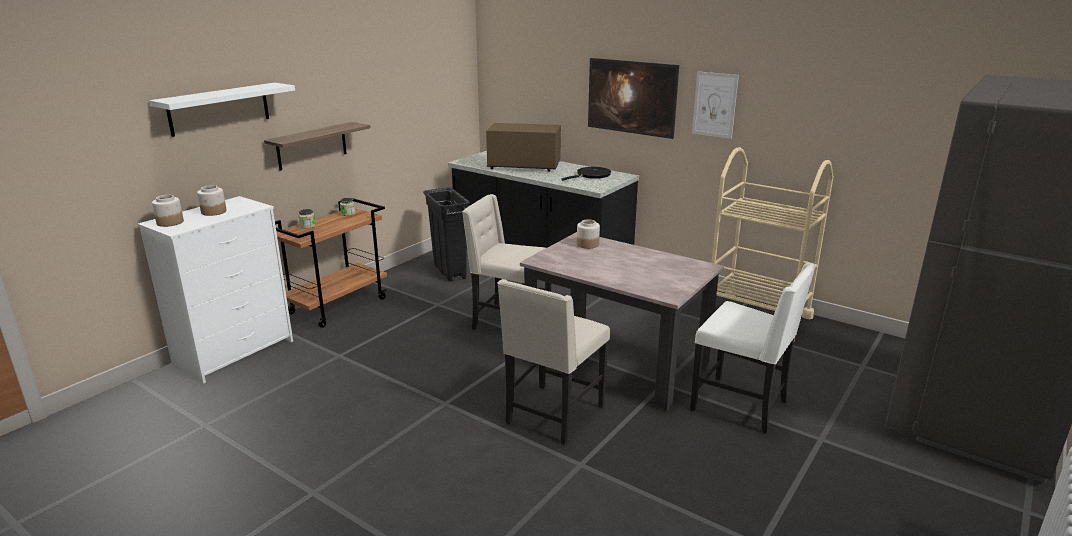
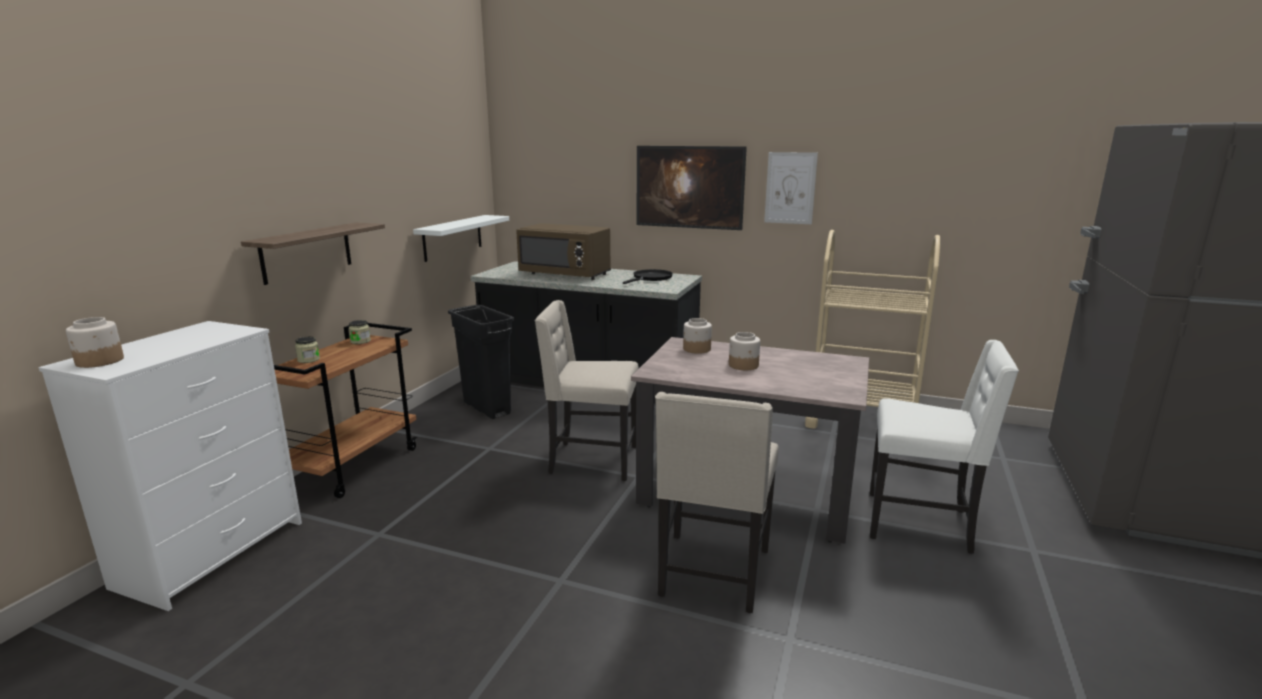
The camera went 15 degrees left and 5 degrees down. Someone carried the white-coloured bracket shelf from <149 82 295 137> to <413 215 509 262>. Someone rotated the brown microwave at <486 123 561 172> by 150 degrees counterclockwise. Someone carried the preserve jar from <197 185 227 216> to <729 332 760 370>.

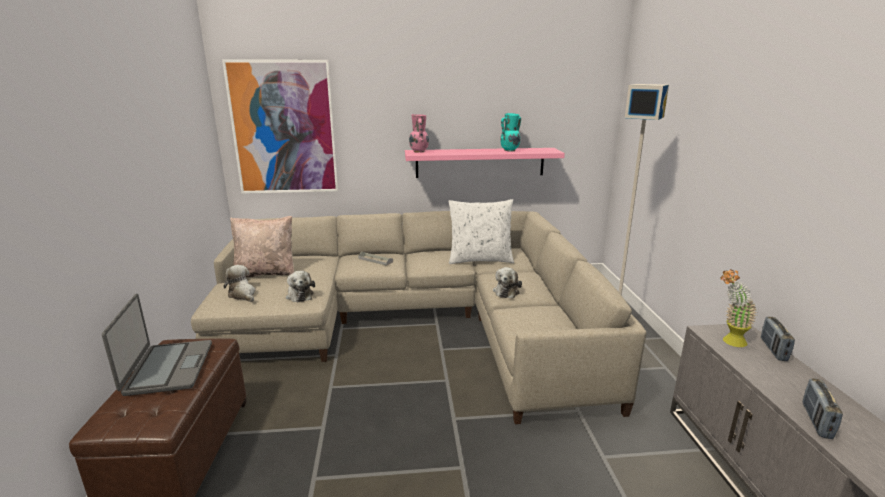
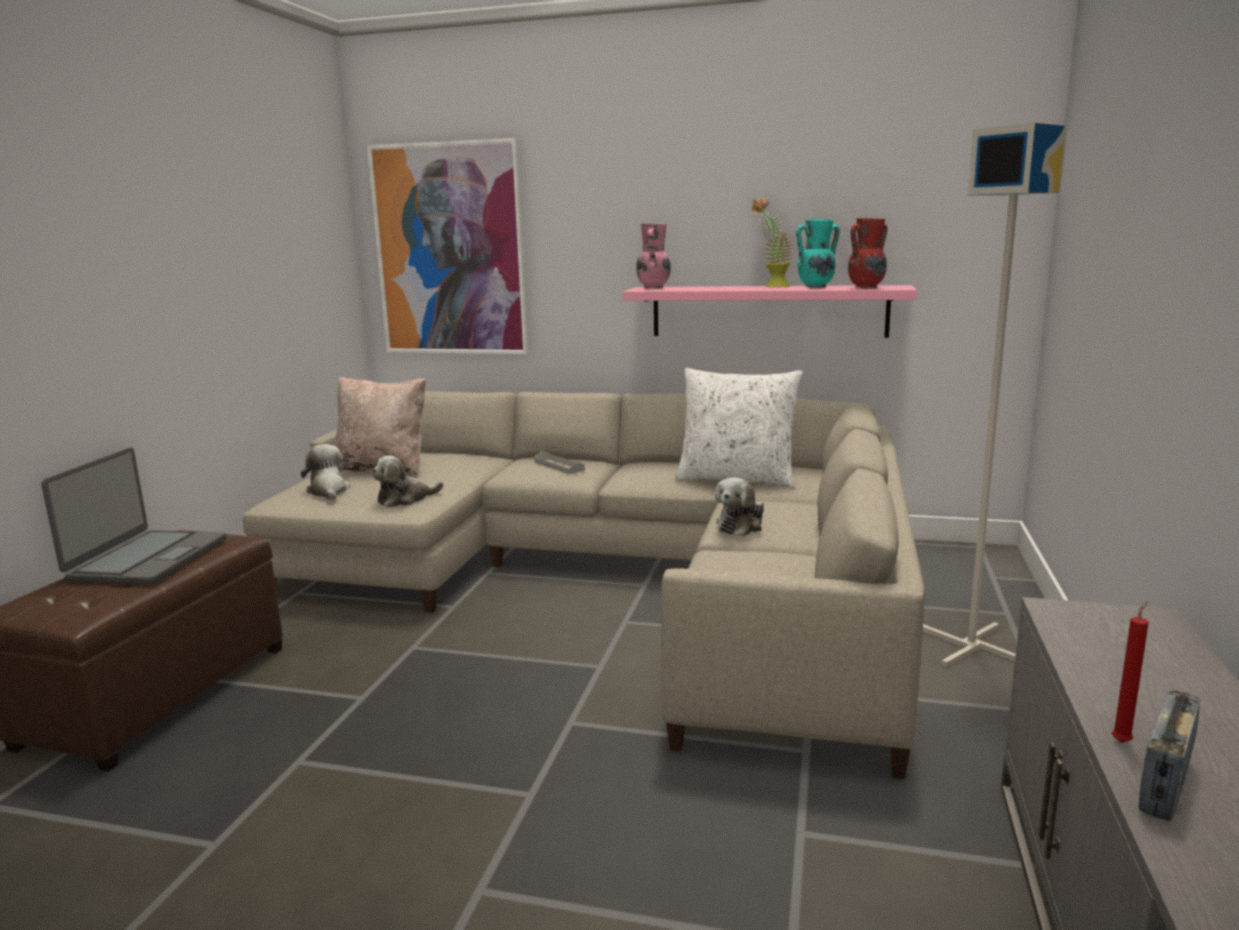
The camera went 20 degrees right and 5 degrees down. Someone rotated the soft toy at <286 271 315 302> by 60 degrees clockwise. Someone carried the plant in a pot from <720 269 757 347> to <752 198 793 287>. Someone put down the red-coloured flower vase at <848 218 888 288>. Someone put down the red-coloured candle at <1112 601 1149 743>. Someone took away the radio at <761 317 795 361>.

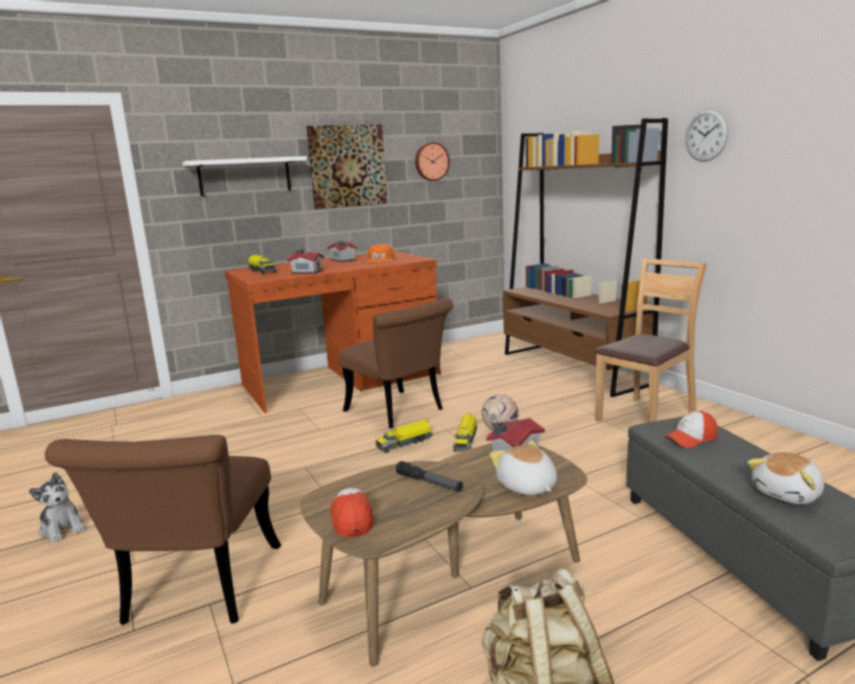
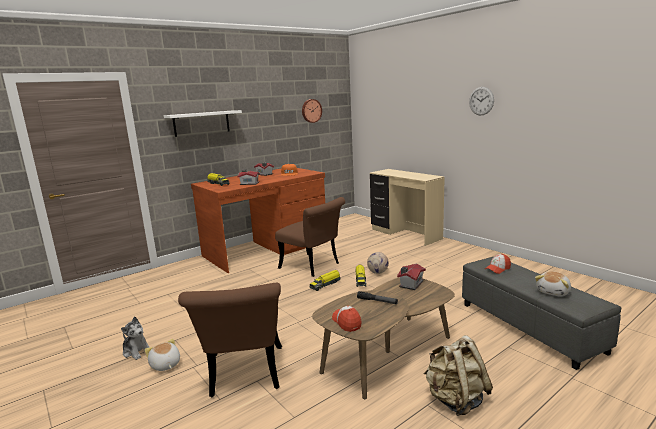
The camera went 10 degrees left and 0 degrees up. Someone carried the soft toy from <490 440 557 495> to <145 339 180 371>. Someone swapped the brown bookcase at <503 118 668 397> for the beige-coloured desk unit at <370 169 445 246>. Someone took away the picture at <306 124 387 209>. Someone took away the brown plain chair at <595 258 707 423>.

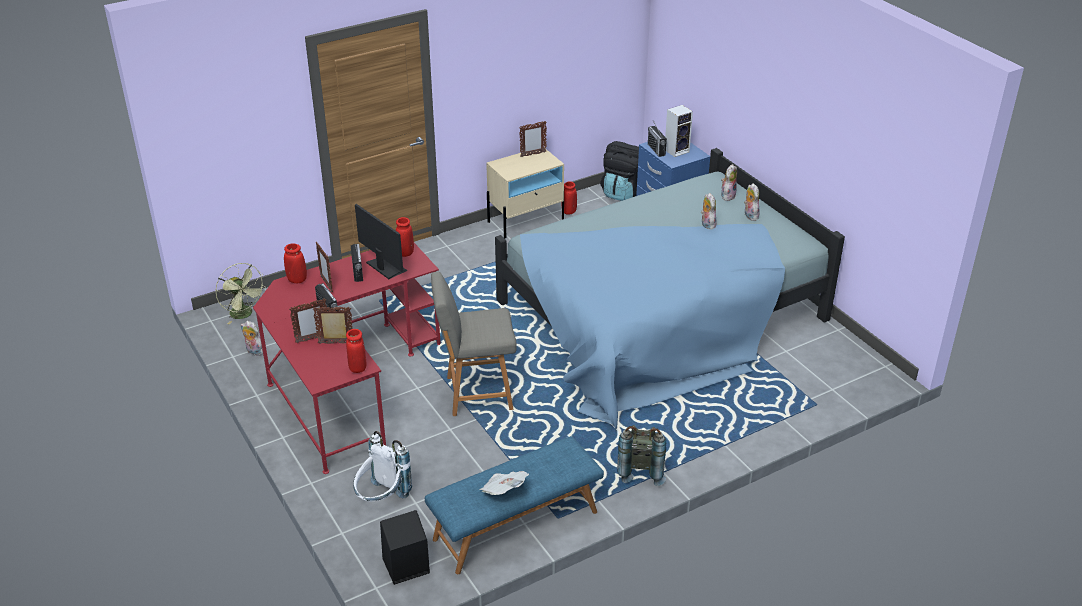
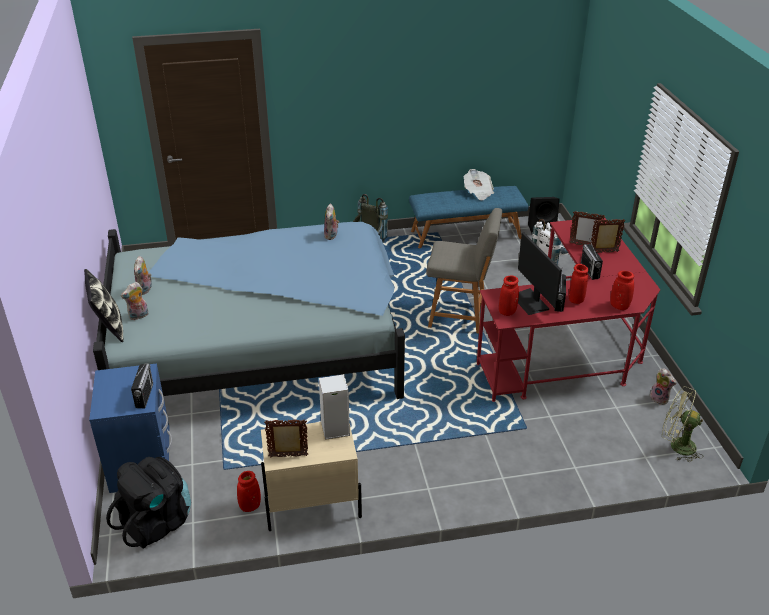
The camera went 160 degrees left and 0 degrees up. Someone put down the pillow at <84 269 124 342>. Someone carried the audio speaker from <665 105 693 157> to <319 374 350 440>. Someone carried the soft toy from <701 193 717 230> to <324 204 339 240>. Someone carried the red-coloured flower vase from <346 329 366 373> to <569 264 588 304>. Someone rotated the greenish electric fan at <215 263 266 324> by 45 degrees counterclockwise. Someone took away the standing frame at <316 242 333 292>.

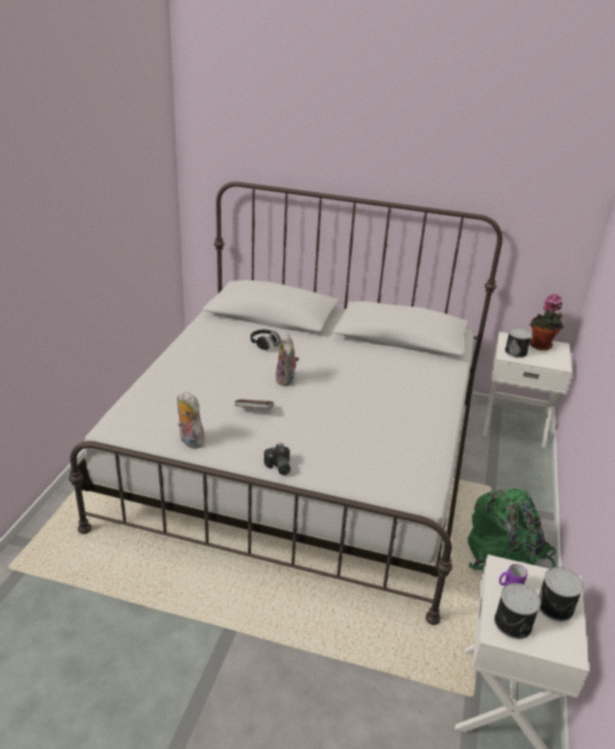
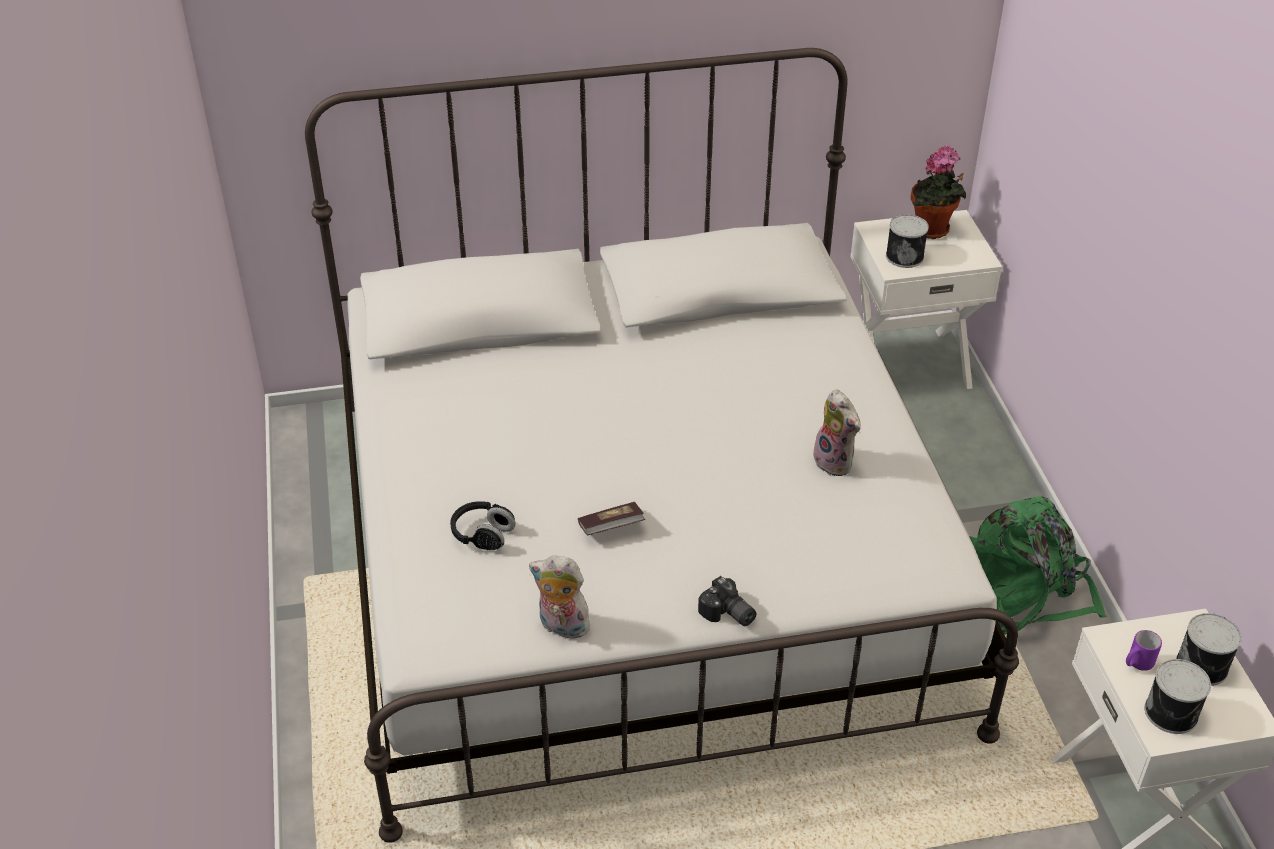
The camera went 25 degrees left and 10 degrees up. Someone carried the blackish headphones from <250 330 281 350> to <450 501 515 550>. Someone carried the soft toy from <275 334 299 386> to <810 390 861 476>.

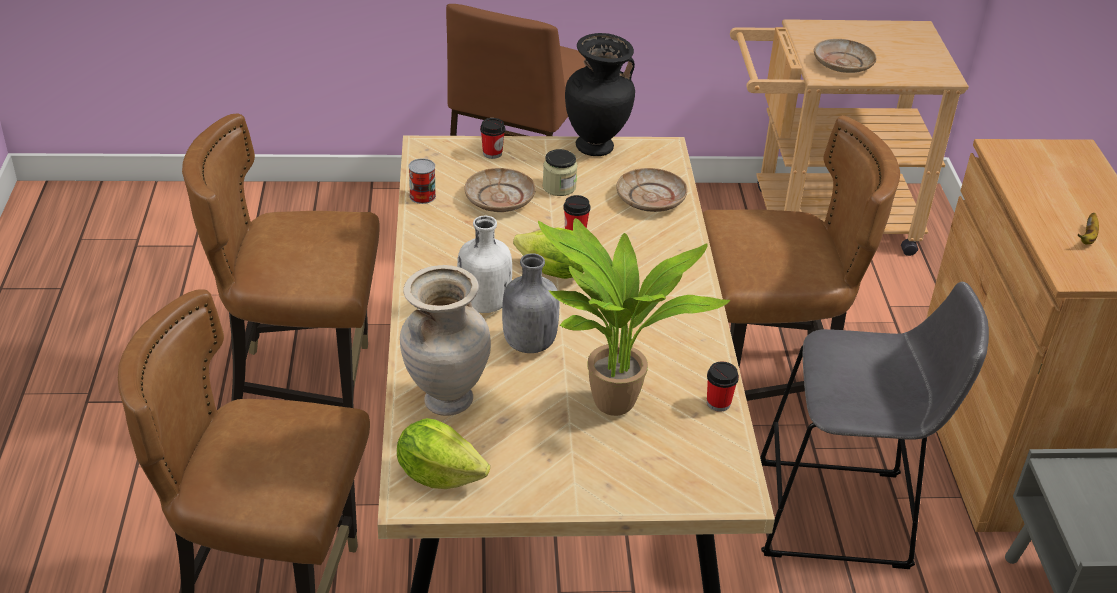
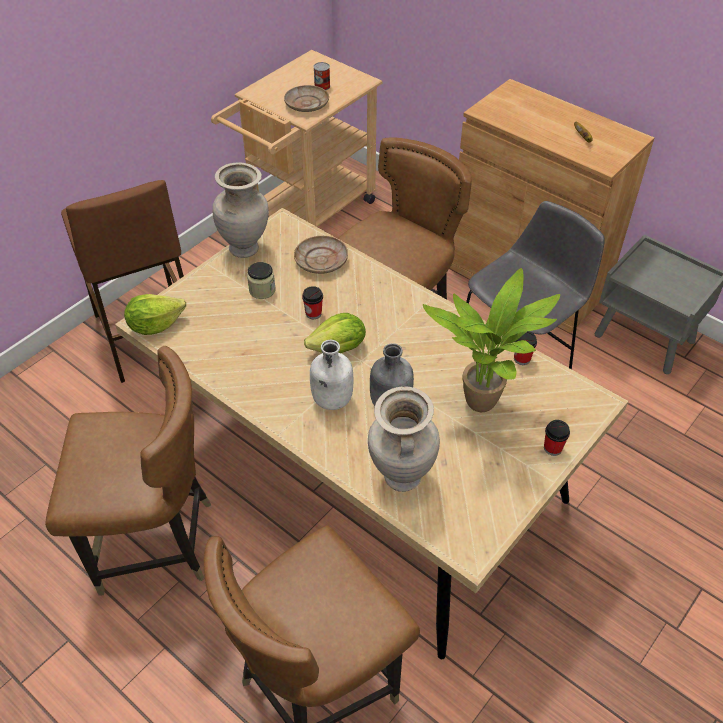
The camera went 45 degrees left and 10 degrees up. Someone rotated the brown plain chair at <182 114 380 408> by 135 degrees counterclockwise. Someone carried the head of lettuce from <397 418 490 489> to <124 294 186 335>. Someone repainted the blackish flower vase at <565 33 635 156>, which became the beige-coloured flower vase at <212 163 269 258>. Someone carried the metal can from <408 158 436 204> to <313 62 330 90>. Someone carried the cup from <480 118 505 159> to <544 420 570 456>. Someone took away the beige-coloured plate at <464 168 536 212>.

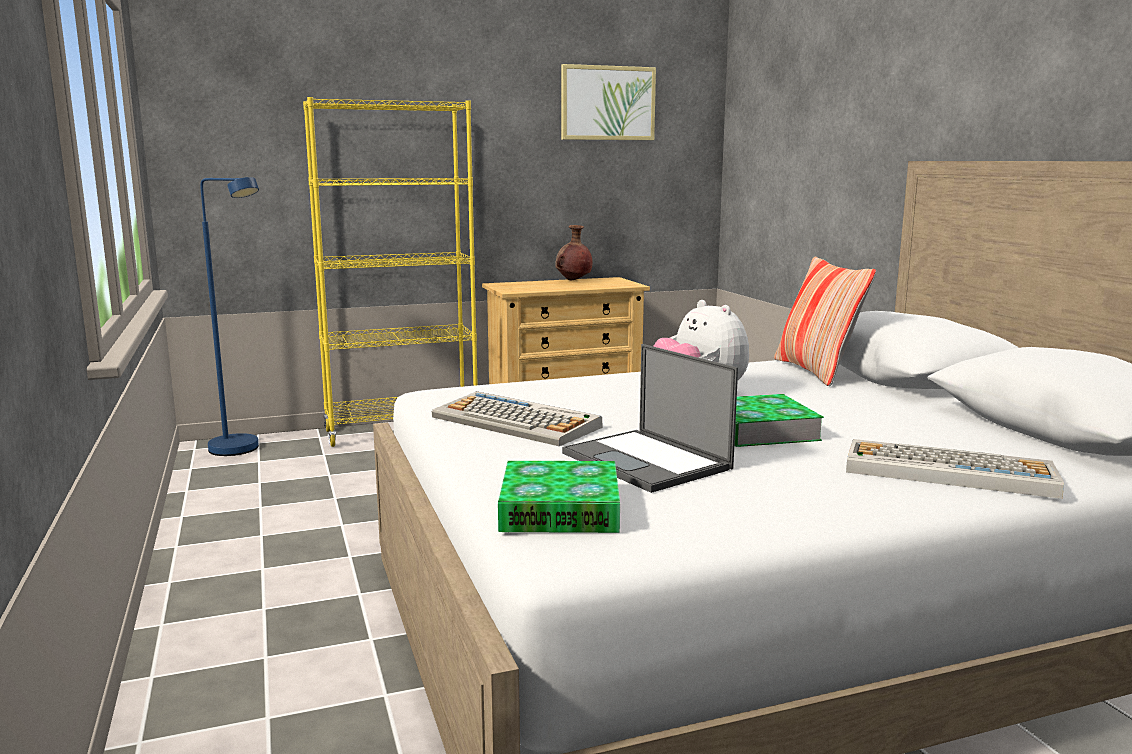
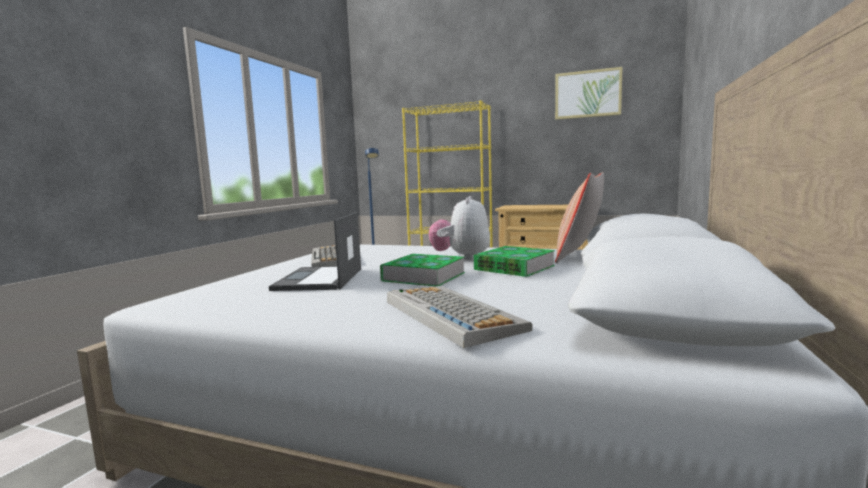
The camera went 40 degrees right and 5 degrees down. Someone carried the bound book from <498 461 620 533> to <474 246 555 277>. Someone took away the brown flower vase at <555 225 593 280>.

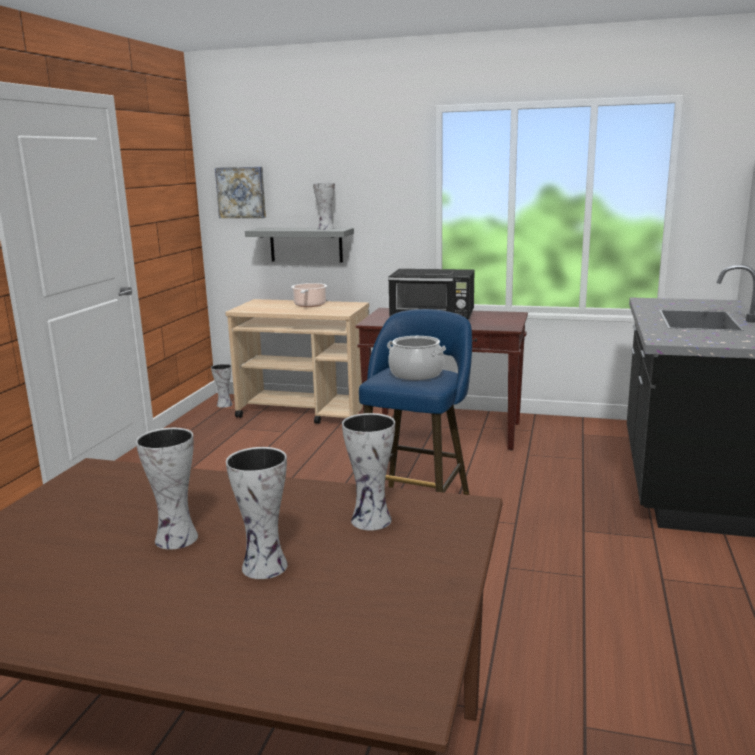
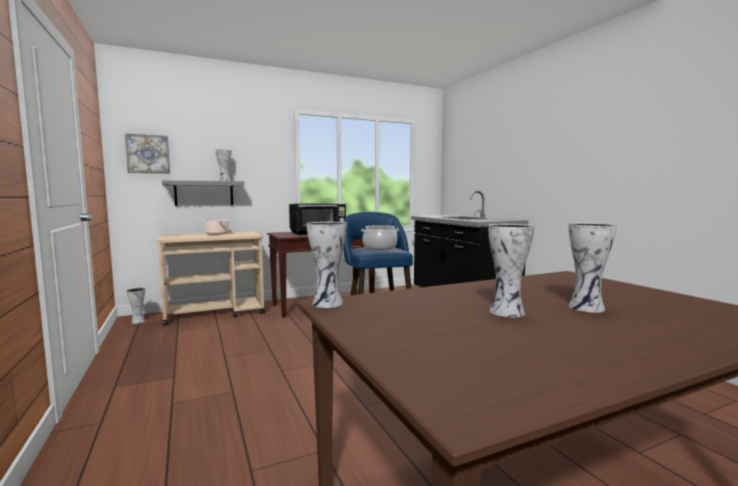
The camera went 40 degrees left and 10 degrees down. Someone carried the flower vase from <342 413 395 530> to <306 222 347 308>.

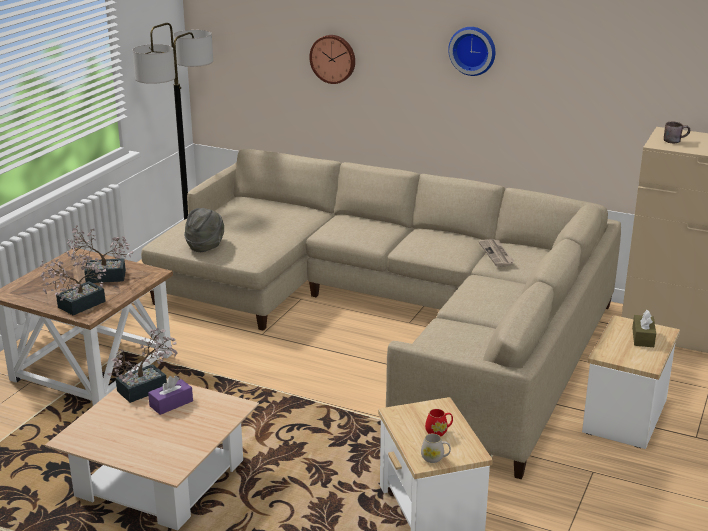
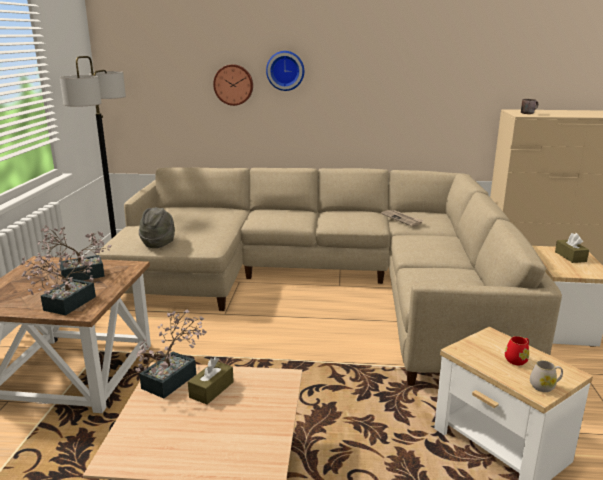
The camera went 20 degrees left and 5 degrees down. Someone repainted the purple-coloured box of tissues at <148 376 193 415>, which became the brown box of tissues at <188 357 234 405>. Someone carried the clock on the wall from <448 27 495 76> to <266 51 304 91>.

